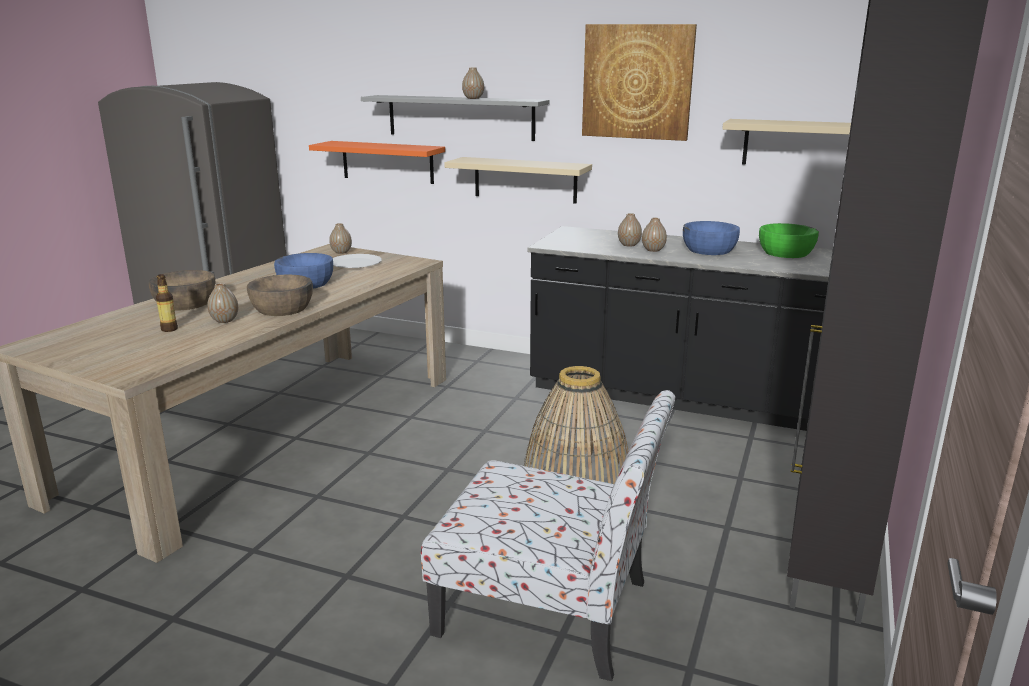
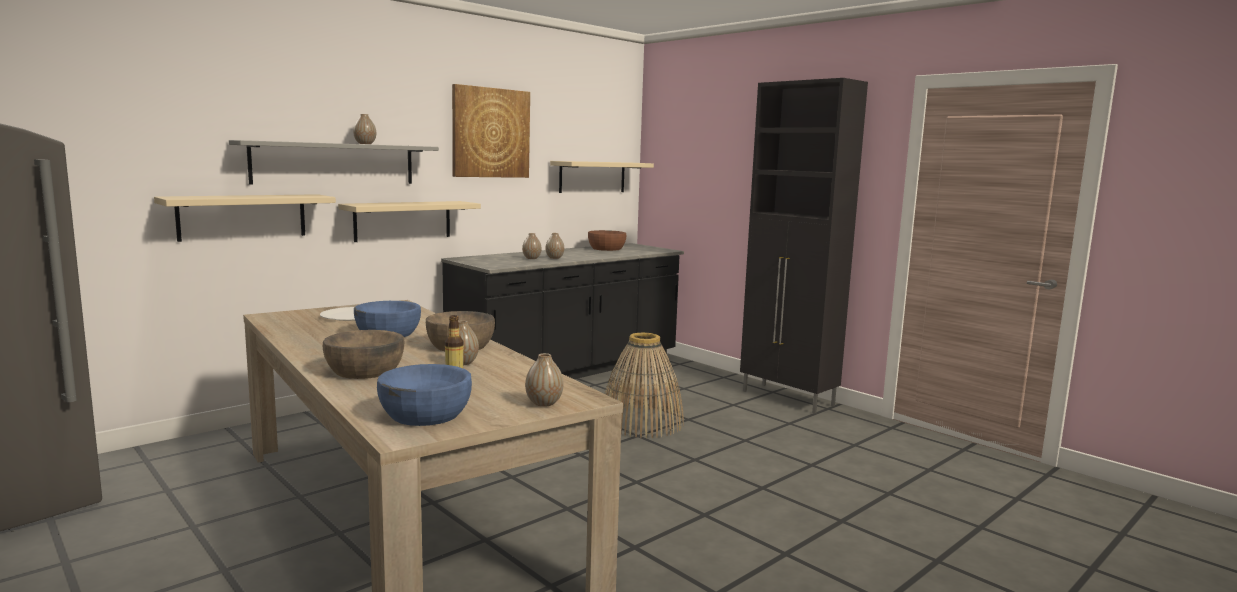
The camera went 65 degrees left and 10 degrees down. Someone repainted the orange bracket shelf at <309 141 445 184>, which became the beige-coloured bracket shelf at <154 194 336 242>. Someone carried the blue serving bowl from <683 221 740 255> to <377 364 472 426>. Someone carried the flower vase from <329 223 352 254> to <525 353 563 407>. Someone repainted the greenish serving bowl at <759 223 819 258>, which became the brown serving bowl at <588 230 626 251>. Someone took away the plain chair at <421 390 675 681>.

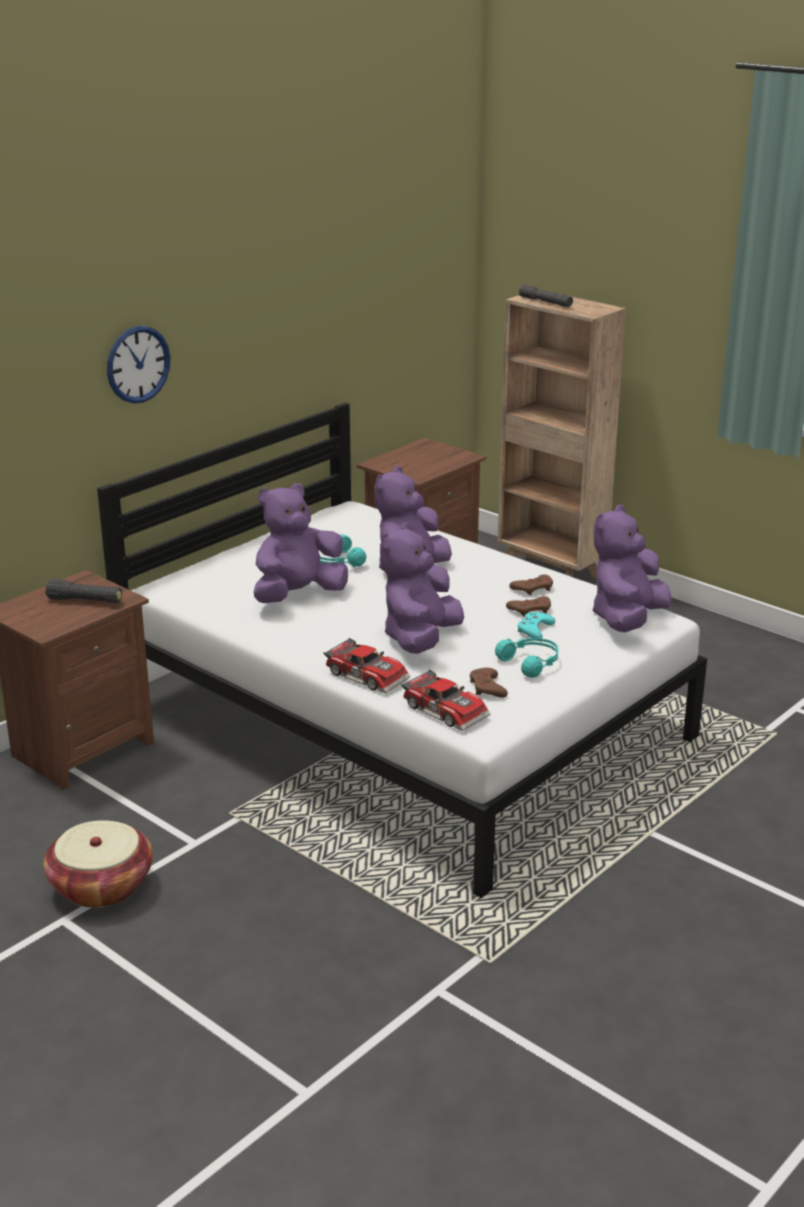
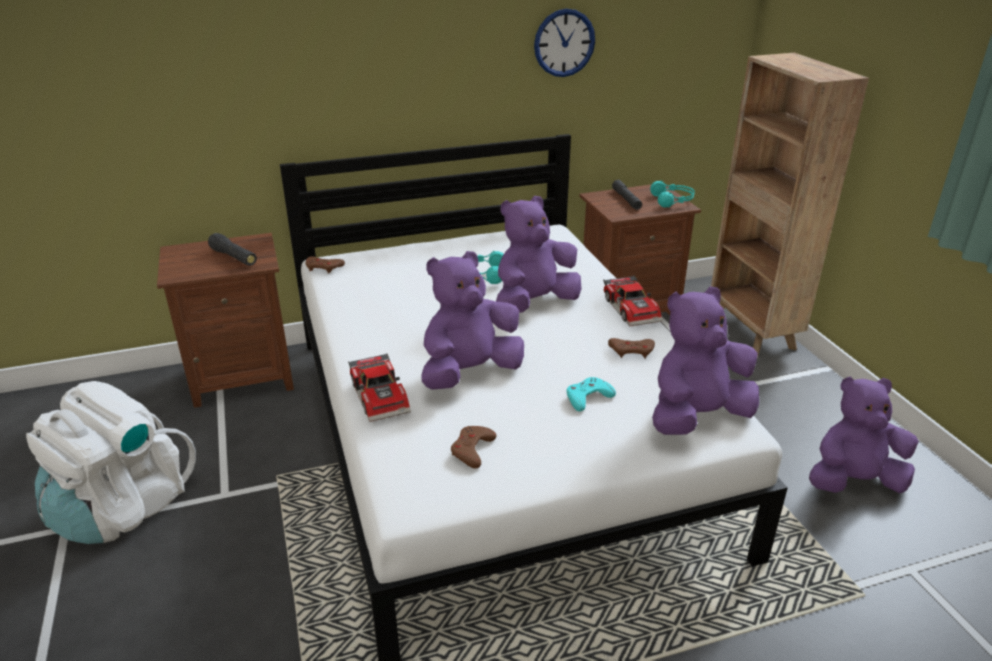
The camera went 30 degrees right and 5 degrees up. Someone swapped the storage basket at <44 820 153 908> for the white-coloured rucksack at <26 381 196 544>. Someone carried the brown joypad from <506 596 551 617> to <306 256 345 273>. Someone carried the clock on the wall from <107 326 170 404> to <534 9 595 77>. Someone carried the model car from <401 669 490 731> to <603 275 663 326>. Someone carried the gray hand torch from <519 284 573 307> to <612 180 642 210>. Someone carried the turquoise-coloured headphones from <495 638 558 678> to <650 180 695 208>. Someone carried the purple-coloured soft toy from <254 483 348 603> to <809 376 919 493>.

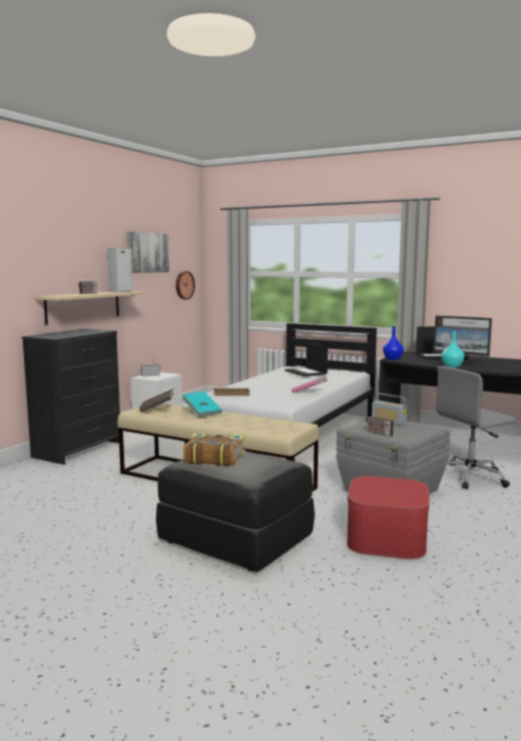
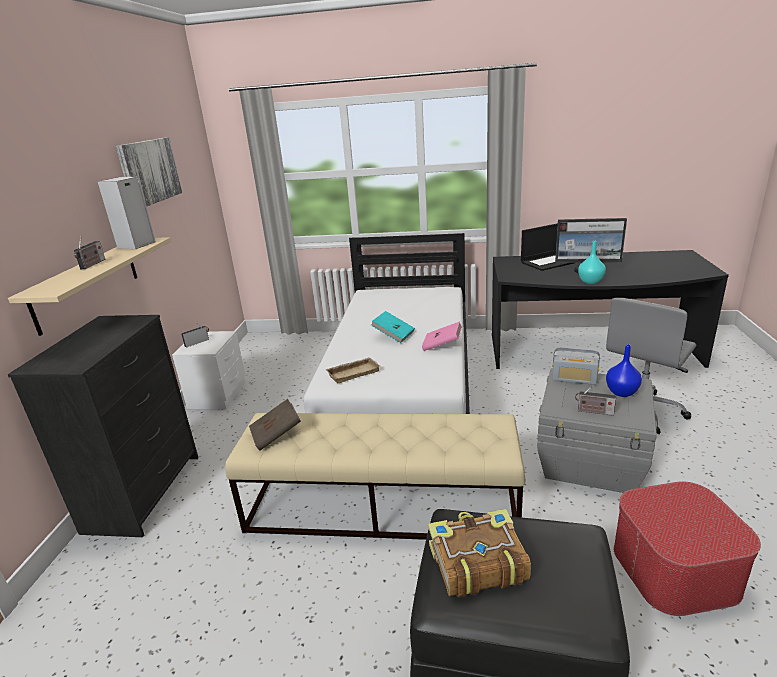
The camera went 20 degrees left and 15 degrees up. Someone carried the turquoise-coloured bound book from <182 391 222 417> to <371 311 415 343>. Someone carried the blue flower vase from <383 326 404 360> to <606 344 642 397>. Someone took away the clock on the wall at <176 271 195 300>. Someone took away the portable computer at <285 343 328 377>.

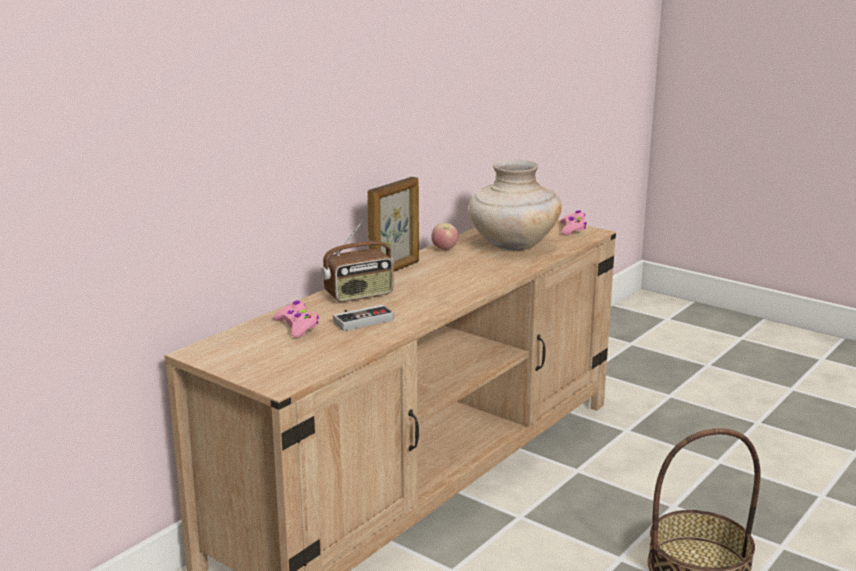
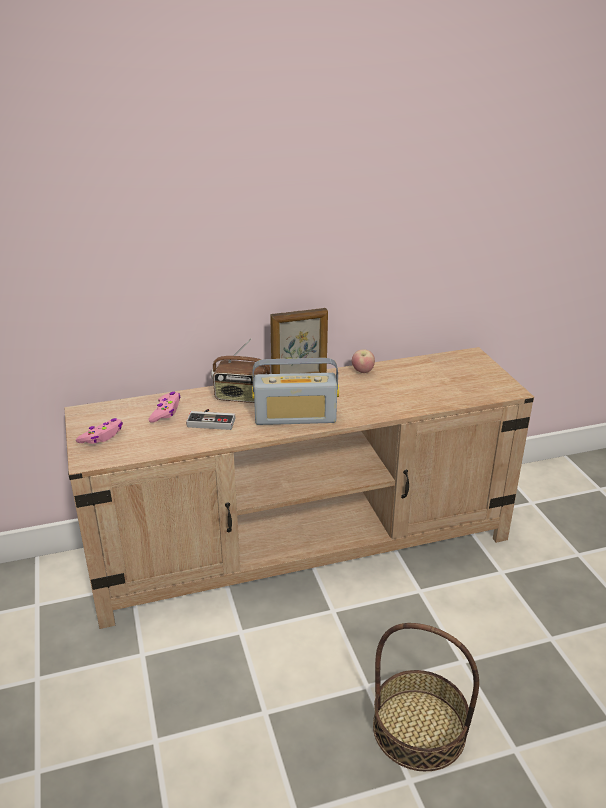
The camera went 35 degrees right and 10 degrees up. Someone carried the pinkish joypad from <560 210 587 235> to <76 418 123 444>. Someone put down the radio at <252 358 339 425>. Someone took away the beige-coloured flower vase at <468 160 562 250>.

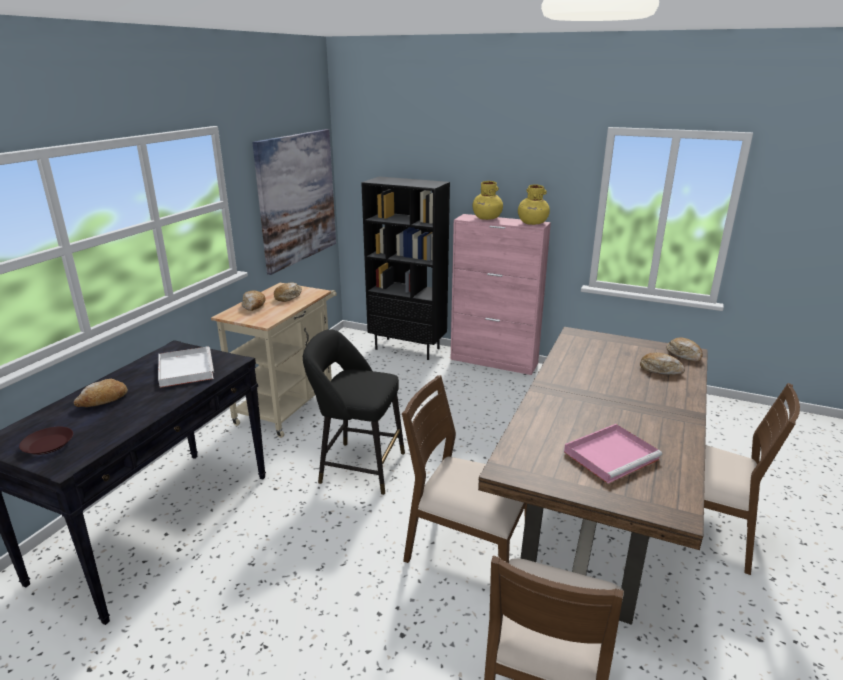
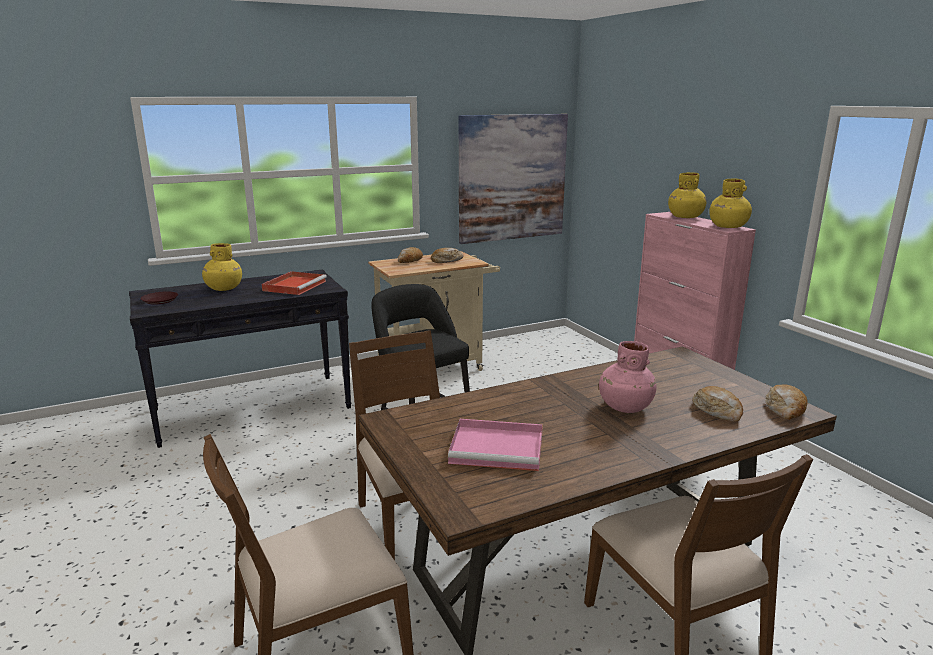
The camera went 40 degrees right and 5 degrees down. Someone swapped the bread at <74 379 128 407> for the yellow flower vase at <202 243 242 291>. Someone repainted the white-coloured tray at <158 346 214 388>, which became the red-coloured tray at <262 271 327 295>. Someone put down the pinkish flower vase at <599 341 656 413>. Someone took away the blackish bookcase at <361 176 450 360>.

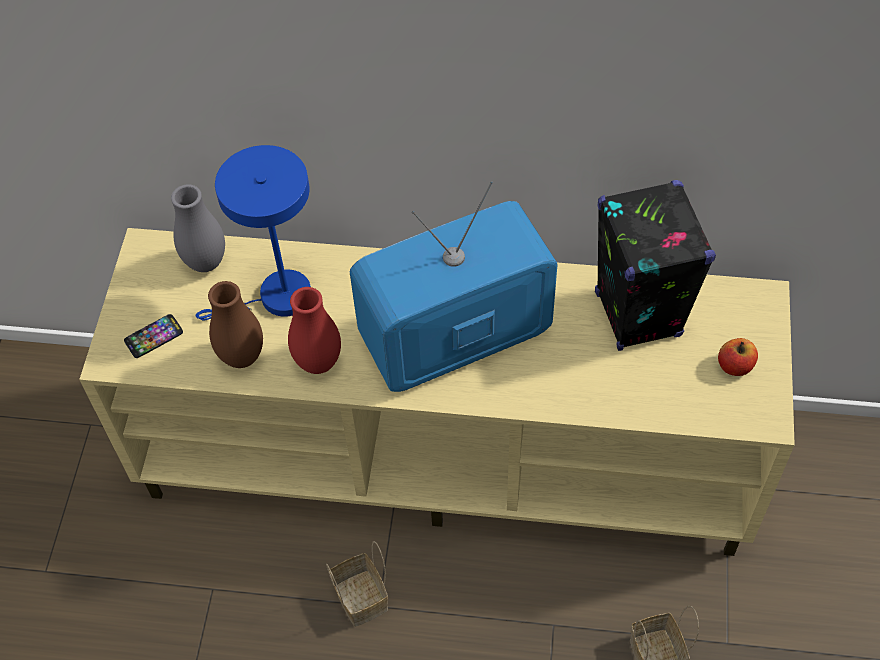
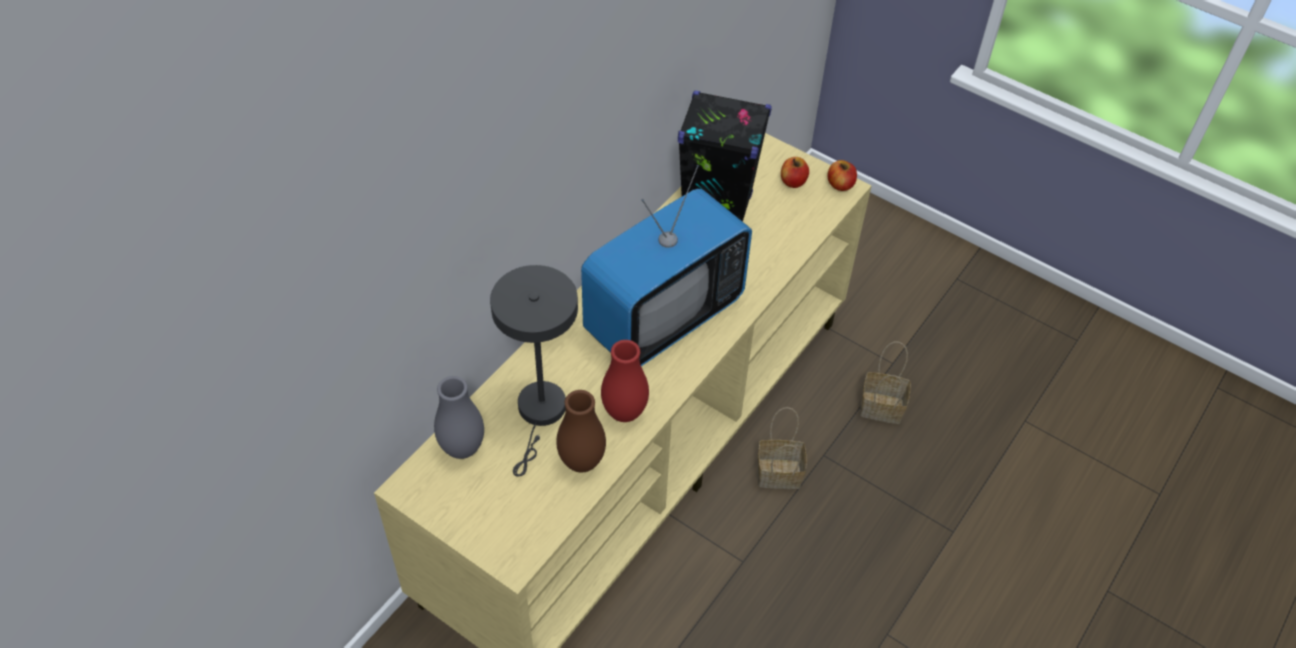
The camera went 65 degrees left and 5 degrees down. Someone repainted the blue table lamp at <196 145 311 320>, which became the gray table lamp at <490 265 578 477>. Someone rotated the TV at <350 181 558 392> by 135 degrees counterclockwise. Someone carried the storage basket from <326 541 388 627> to <757 407 806 489>. Someone put down the whole apple at <828 160 857 191>. Someone took away the phone at <124 314 183 358>.

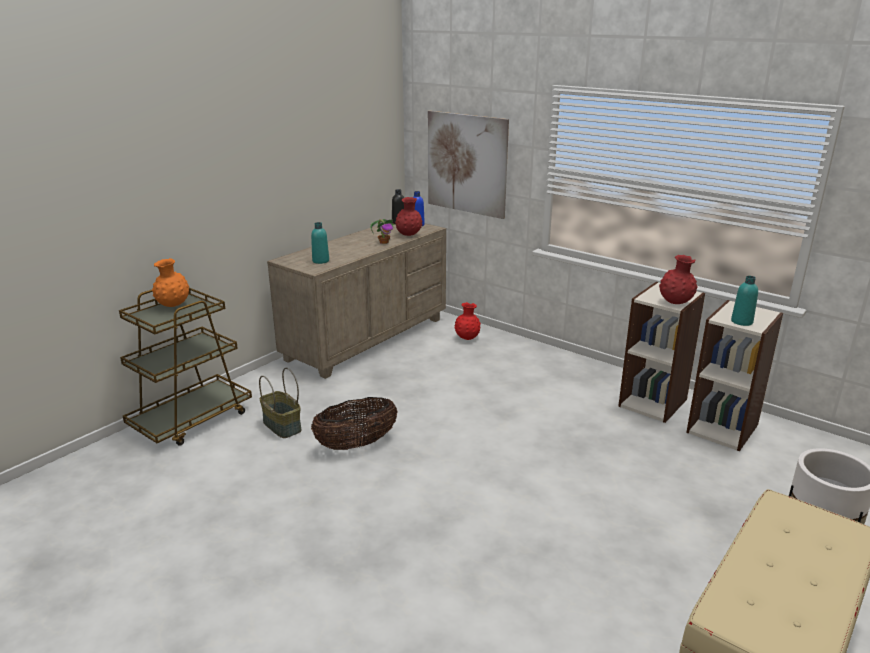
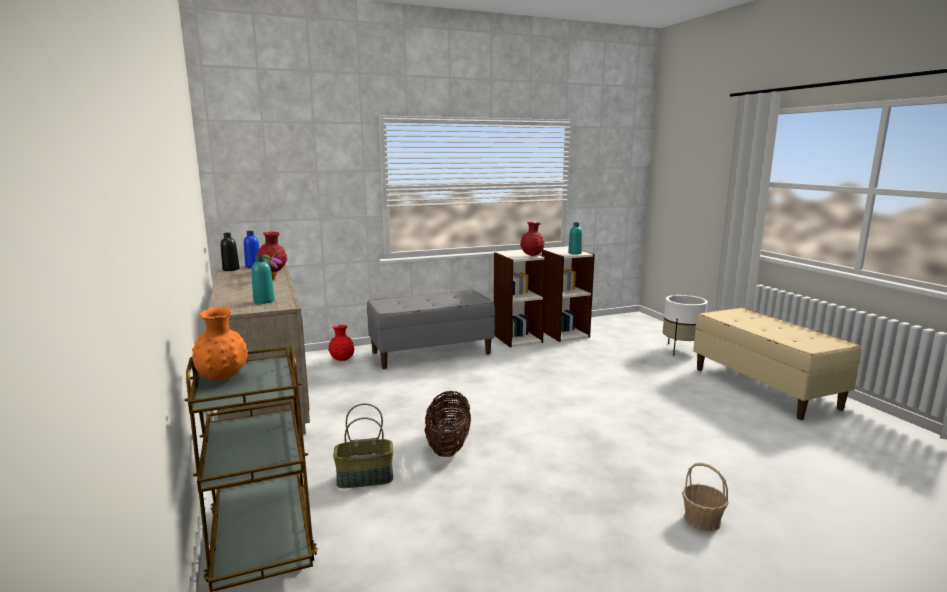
The camera went 60 degrees left and 10 degrees down. Someone put down the gray long seat at <367 290 495 369>. Someone put down the storage basket at <682 463 729 532>. Someone took away the picture at <428 111 509 219>.

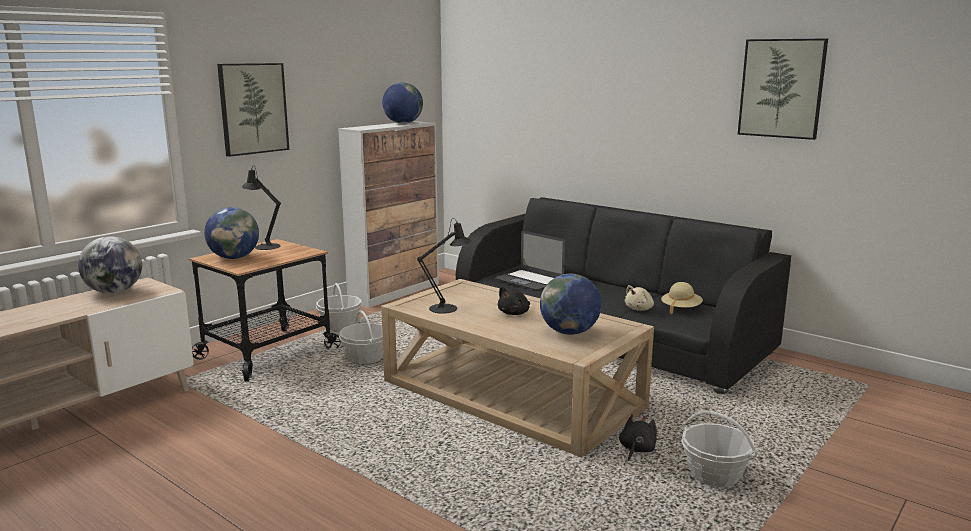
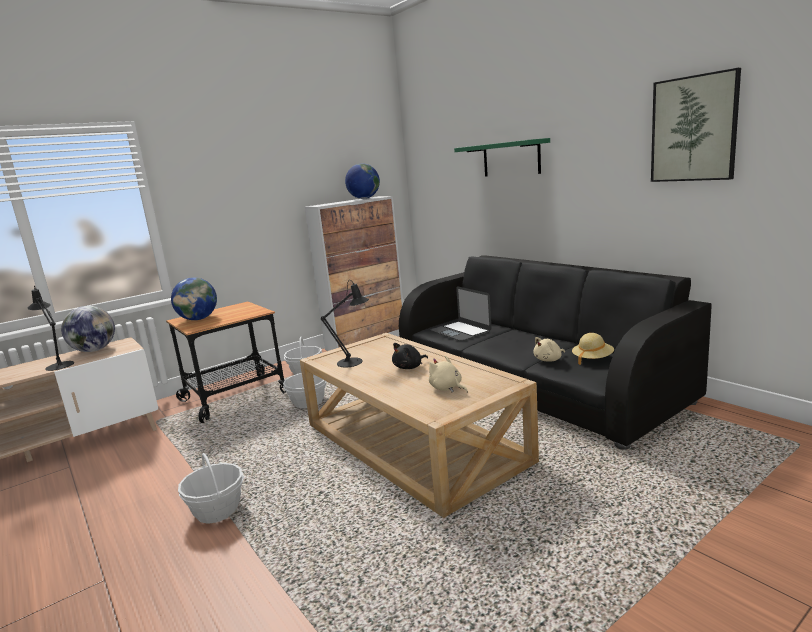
The camera went 15 degrees right and 0 degrees up. Someone carried the blackish table lamp from <241 166 281 250> to <27 285 74 371>. Someone carried the storage basket from <681 411 757 487> to <178 453 244 524>. Someone swapped the desk globe at <540 274 601 335> for the beige-coloured soft toy at <429 356 468 393>. Someone put up the greenish bracket shelf at <454 138 550 177>. Someone took away the picture at <217 63 289 157>. Someone took away the blackish soft toy at <619 415 657 461>.

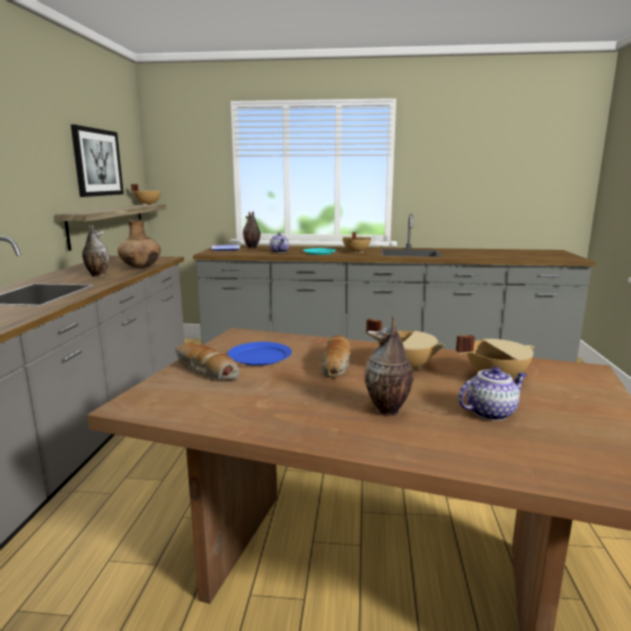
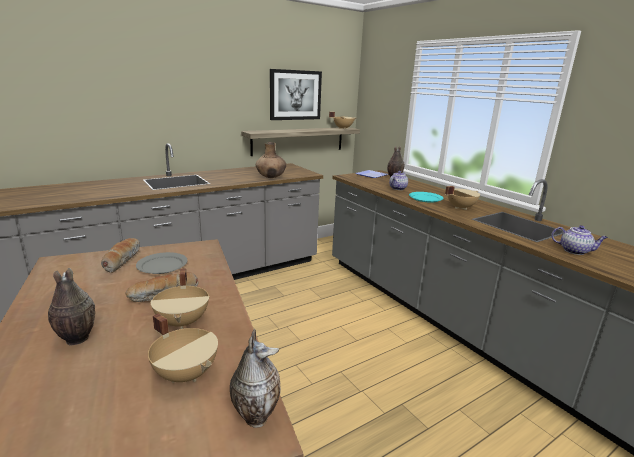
The camera went 50 degrees right and 5 degrees up. Someone repainted the blue plate at <227 342 292 366>, which became the gray plate at <136 252 188 274>. Someone carried the flower vase from <82 224 109 277> to <230 329 281 428>. Someone carried the pot for tea from <458 367 527 421> to <551 225 608 255>.

